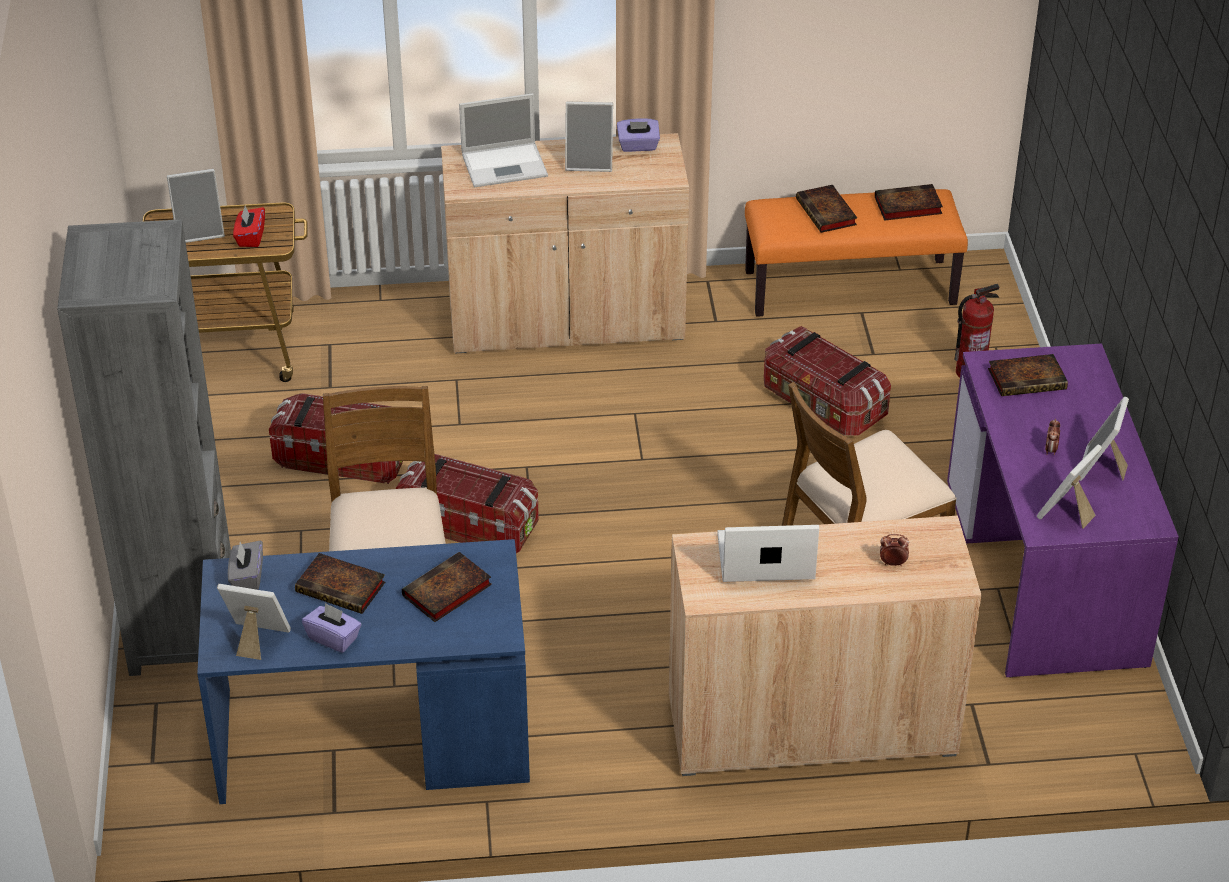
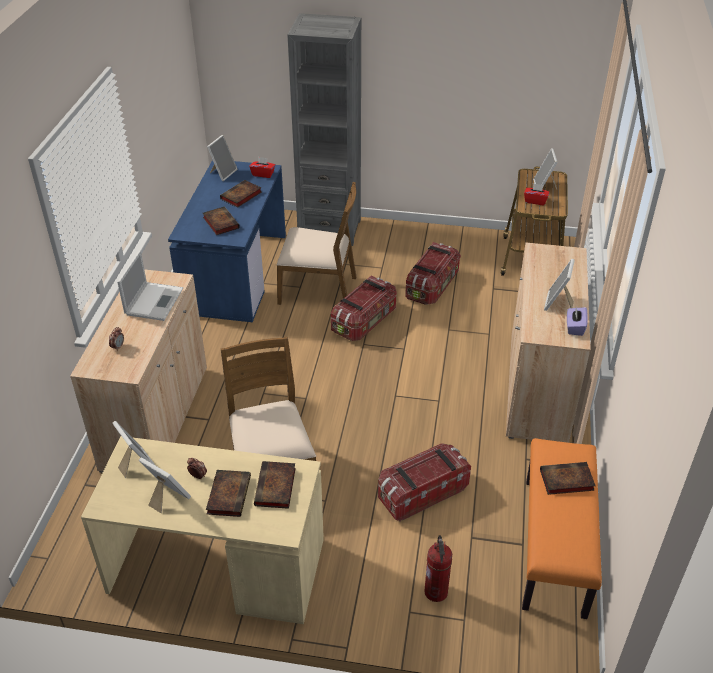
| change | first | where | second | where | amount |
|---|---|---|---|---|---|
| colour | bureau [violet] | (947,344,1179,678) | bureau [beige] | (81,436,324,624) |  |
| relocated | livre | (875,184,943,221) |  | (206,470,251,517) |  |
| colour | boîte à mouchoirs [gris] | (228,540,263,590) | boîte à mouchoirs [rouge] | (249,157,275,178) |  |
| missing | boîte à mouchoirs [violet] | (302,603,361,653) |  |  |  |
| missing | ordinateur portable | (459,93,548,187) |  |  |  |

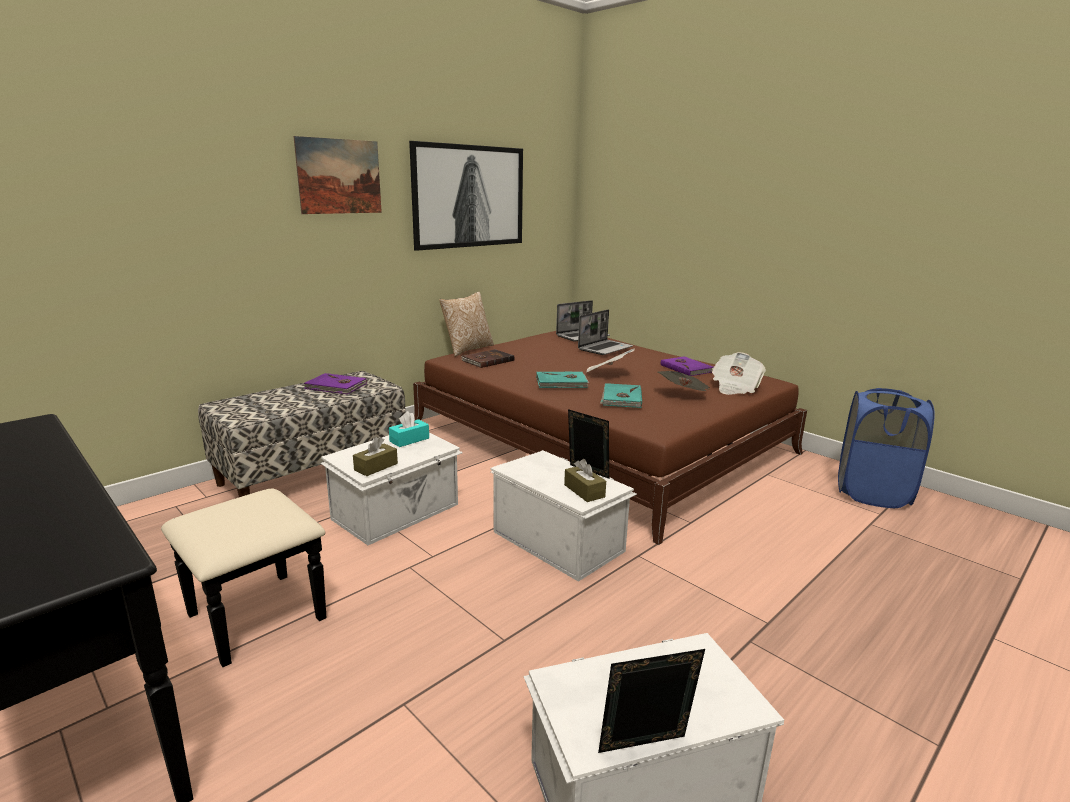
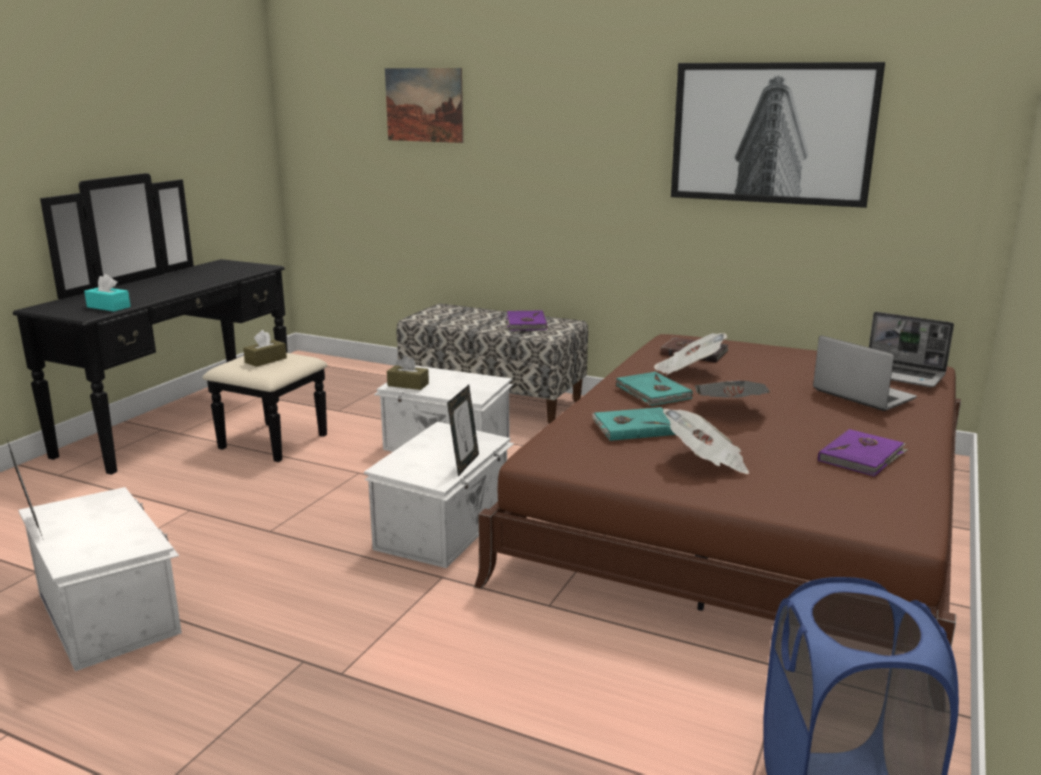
| change | first | where | second | where | amount |
|---|---|---|---|---|---|
| relocated | boîte à mouchoirs [turquoise] | (389,411,429,447) |  | (84,274,131,312) |  |
| relocated | boîte à mouchoirs [marron] | (564,459,606,502) |  | (243,330,287,367) |  |
| relocated | tableau | (293,136,382,214) |  | (385,68,463,143) |  |
| relocated | journal | (711,352,766,395) |  | (654,333,727,375) |  |
| spun | ordinateur portable | (578,310,633,355) |  | (813,336,917,411) | 150 degrees counterclockwise |
| missing | coussin | (439,292,494,357) |  |  |  |

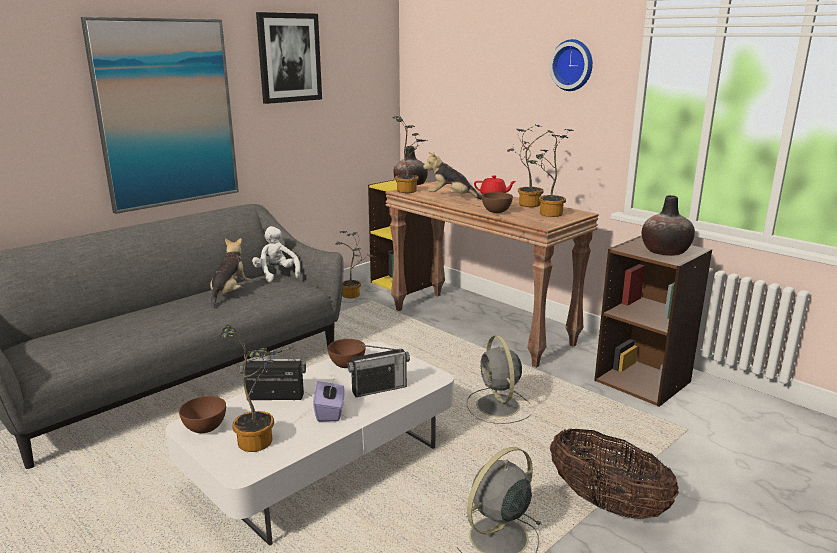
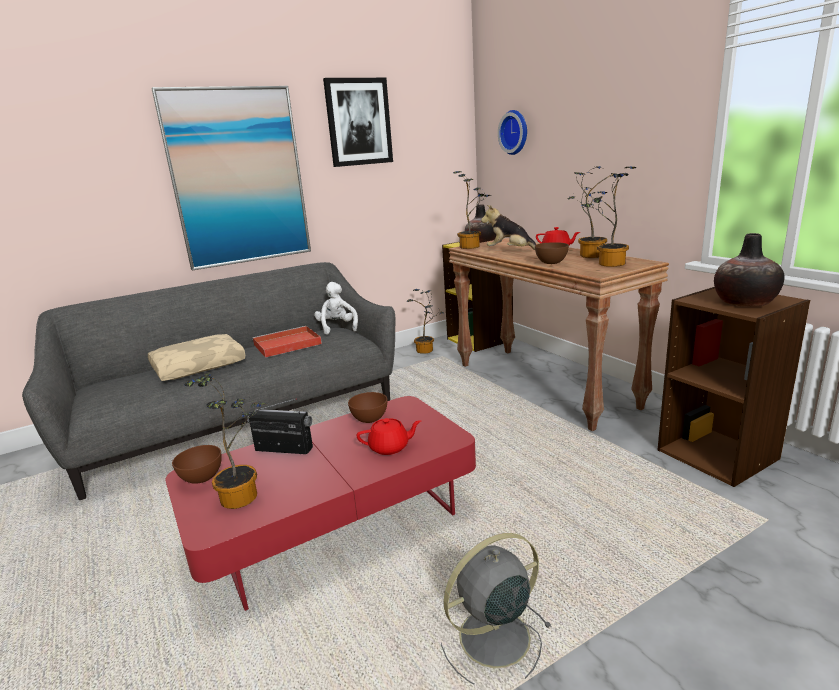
| change | first | where | second | where | amount |
|---|---|---|---|---|---|
| appeared |  |  | coussin [beige] | (148,334,245,381) |  |
| colour | table basse [blanc] | (165,341,454,546) | table basse [rouge] | (166,396,476,611) |  |
| exchanged | peluche | (210,238,251,307) | plateau [rouge] | (253,326,322,358) |  |
| exchanged | radio | (348,344,410,397) | théière [rouge] | (356,418,421,455) |  |
| relocated | horloge murale | (549,39,593,91) |  | (498,110,527,155) |  |
| missing | boîte à mouchoirs [violet] | (313,380,345,422) |  |  |  |
| missing | ventilateur [gris] | (467,335,532,424) |  |  |  |
| missing | panier | (550,429,679,519) |  |  |  |

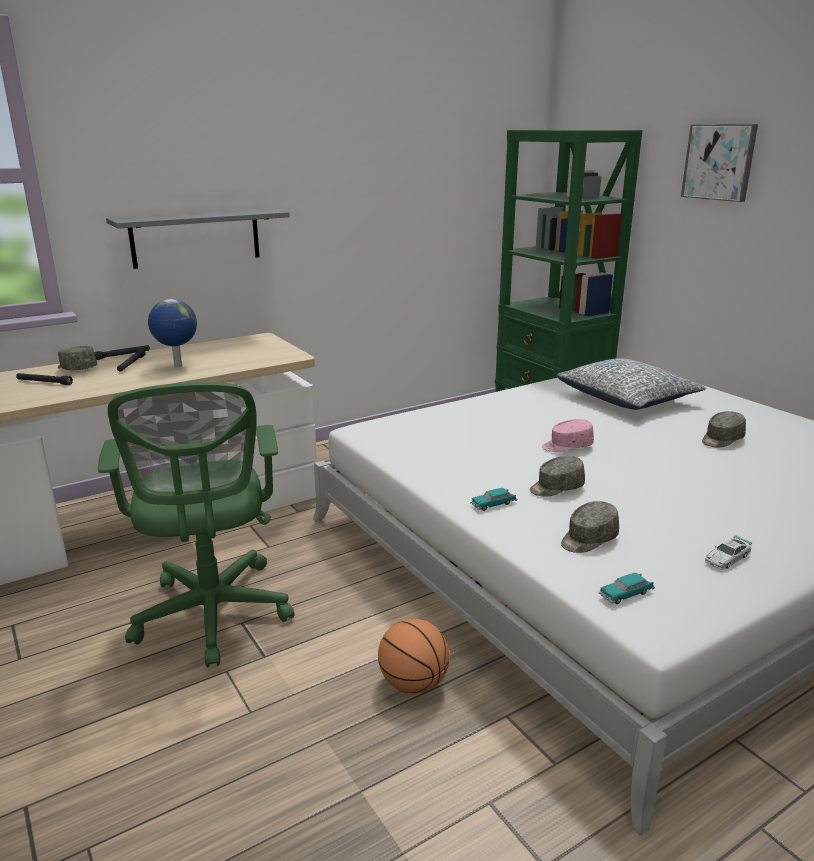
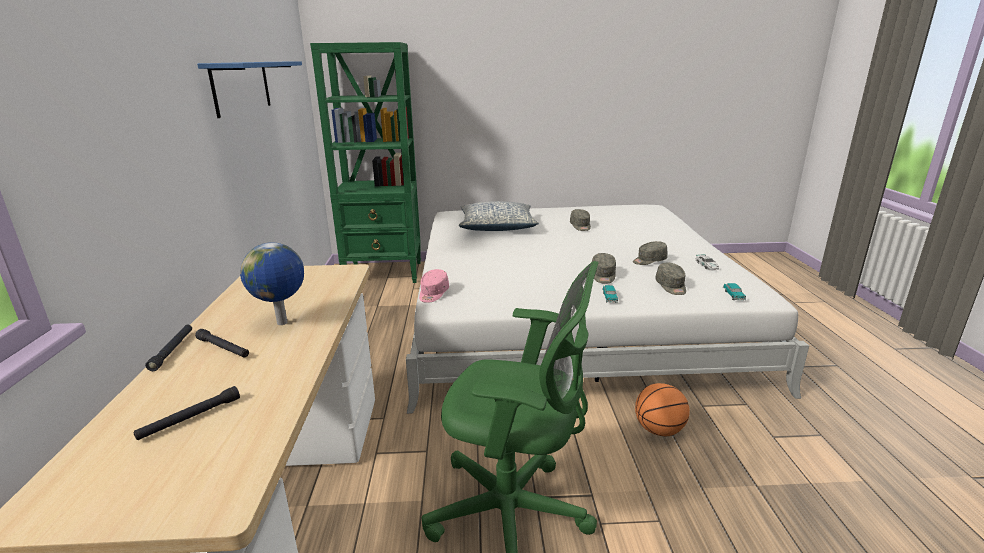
| change | first | where | second | where | amount |
|---|---|---|---|---|---|
| appeared |  |  | étagère [bleu] | (197,61,302,118) |  |
| relocated | casquette [rose] | (542,419,594,452) |  | (419,269,449,303) |  |
| relocated | casquette [gris] | (58,346,97,370) |  | (633,241,668,265) |  |
| missing | étagère [gris] | (106,208,290,269) |  |  |  |
| missing | tableau | (681,124,758,202) |  |  |  |

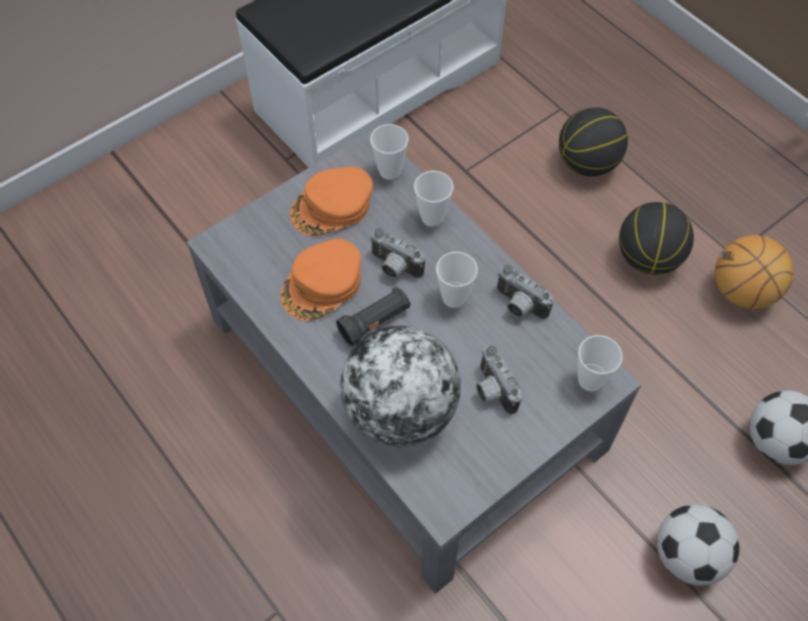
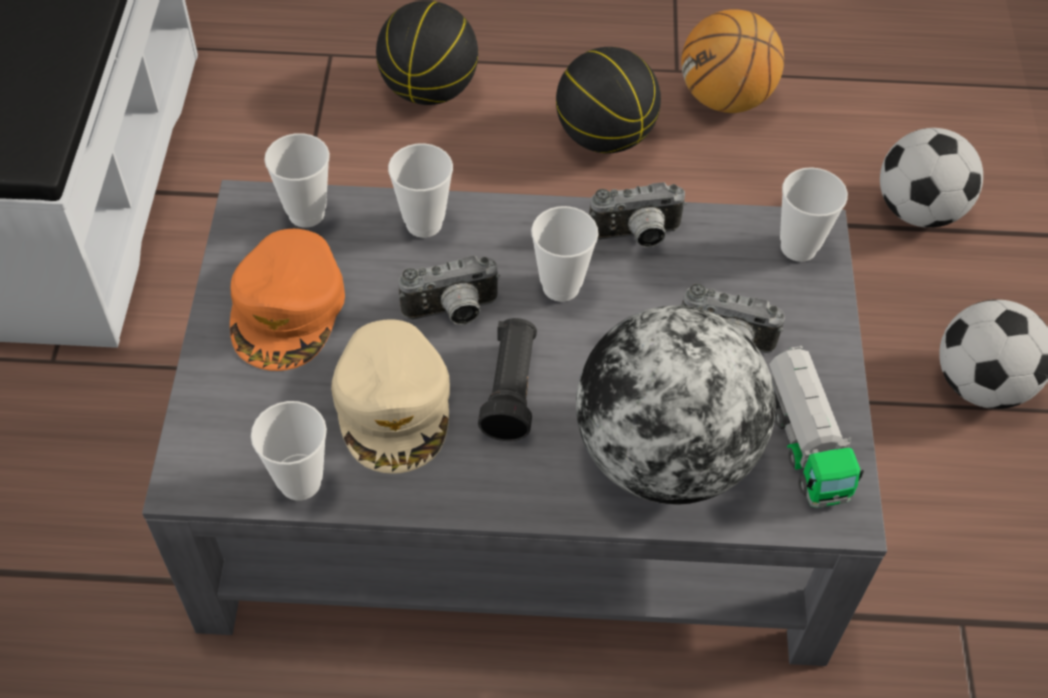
| change | first | where | second | where | amount |
|---|---|---|---|---|---|
| appeared |  |  | tasse | (251,401,327,501) |  |
| colour | casquette [orange] | (280,238,361,321) | casquette [beige] | (331,319,450,474) |  |
| appeared |  |  | camion jouet | (769,346,864,508) |  |

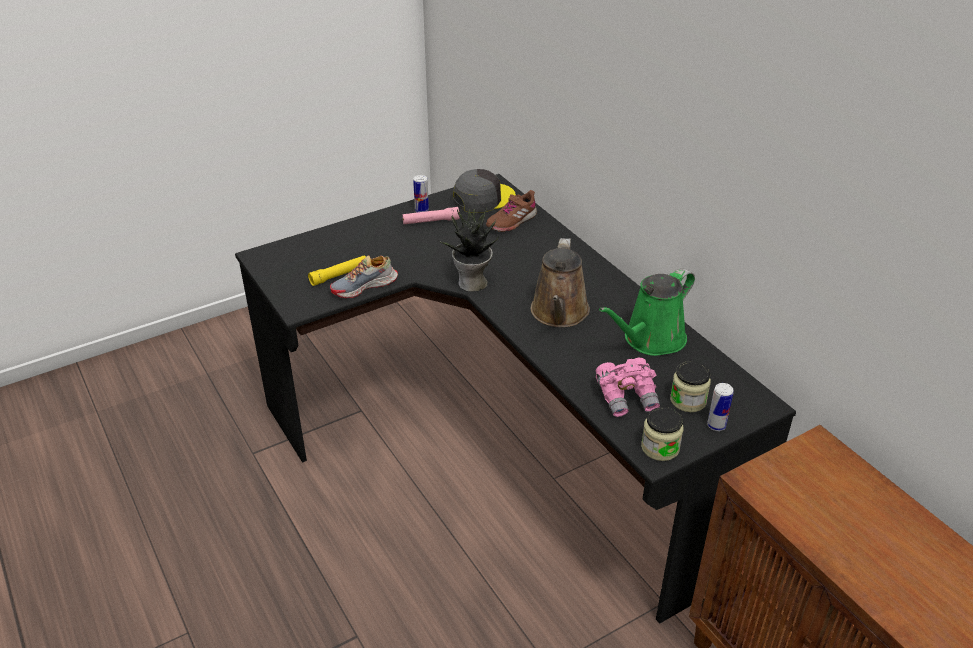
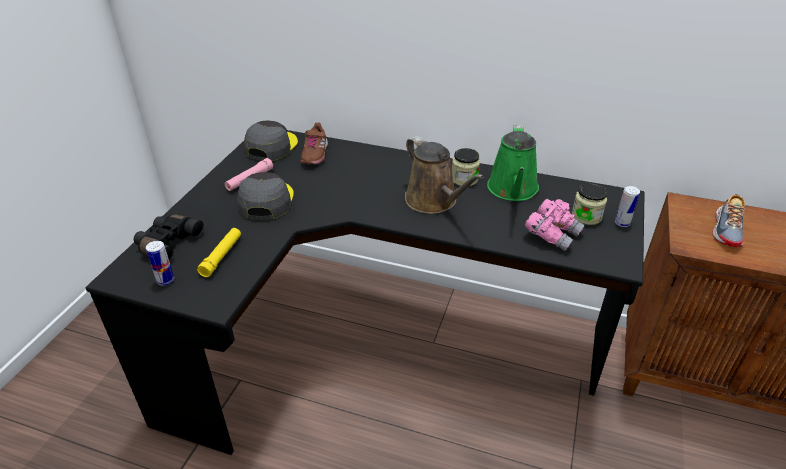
| change | first | where | second | where | amount |
|---|---|---|---|---|---|
| appeared |  |  | jumelles [noir] | (134,214,204,262) |  |
| relocated | boîte métallique | (413,175,429,212) |  | (146,241,174,286) |  |
| appeared |  |  | casquette [gris] | (237,172,294,220) |  |
| relocated | bocal | (641,407,683,461) |  | (452,148,480,186) |  |
| relocated | chaussure | (330,255,398,298) |  | (712,194,745,247) |  |
| missing | plante en pot | (439,208,499,292) |  |  |  |

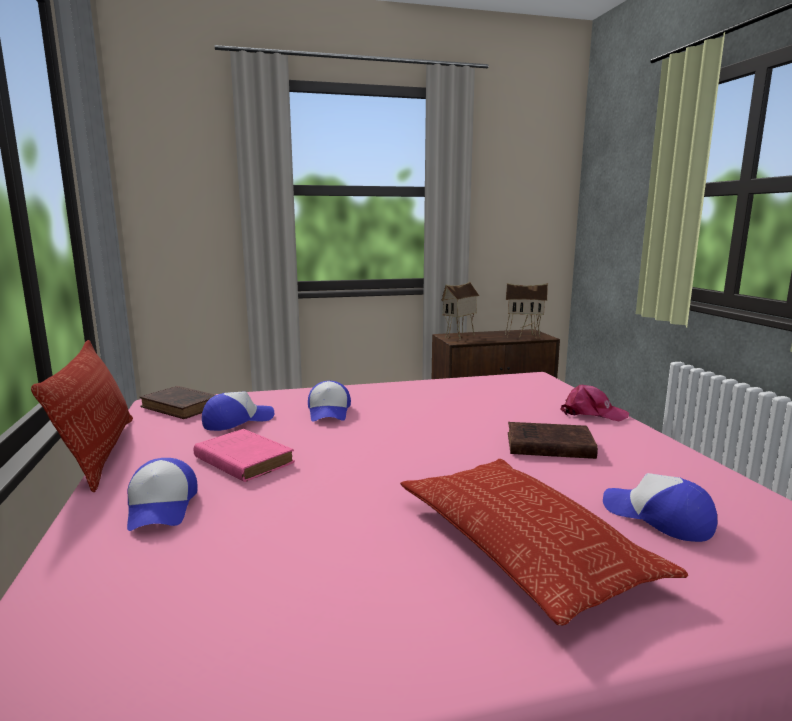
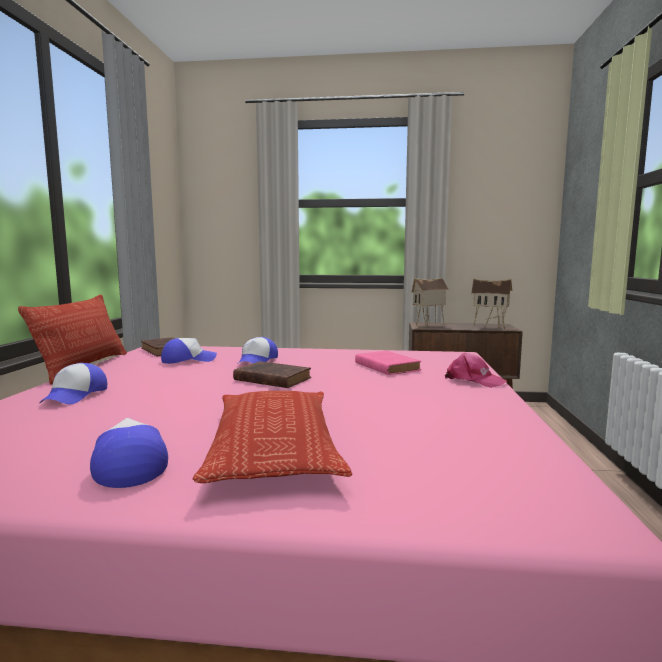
| change | first | where | second | where | amount |
|---|---|---|---|---|---|
| relocated | casquette | (603,473,718,542) |  | (90,418,168,488) |  |
| relocated | livre [marron] | (508,422,598,459) |  | (233,361,311,388) |  |
| relocated | livre [rose] | (194,429,295,482) |  | (355,351,421,375) |  |

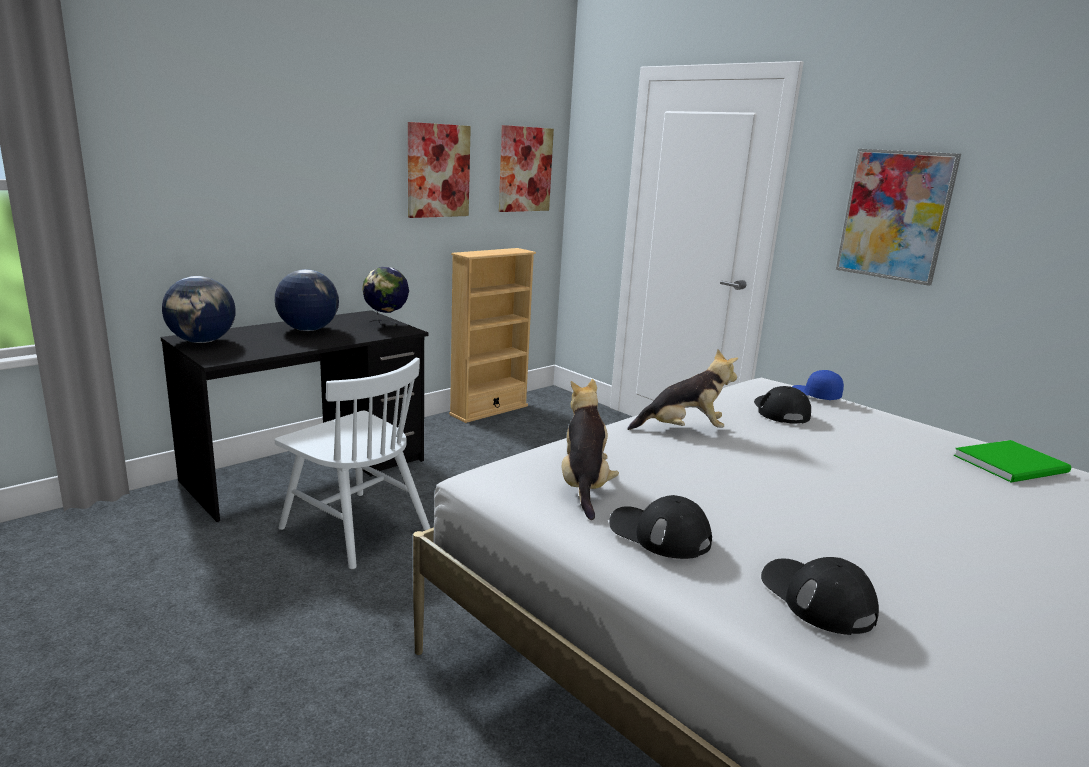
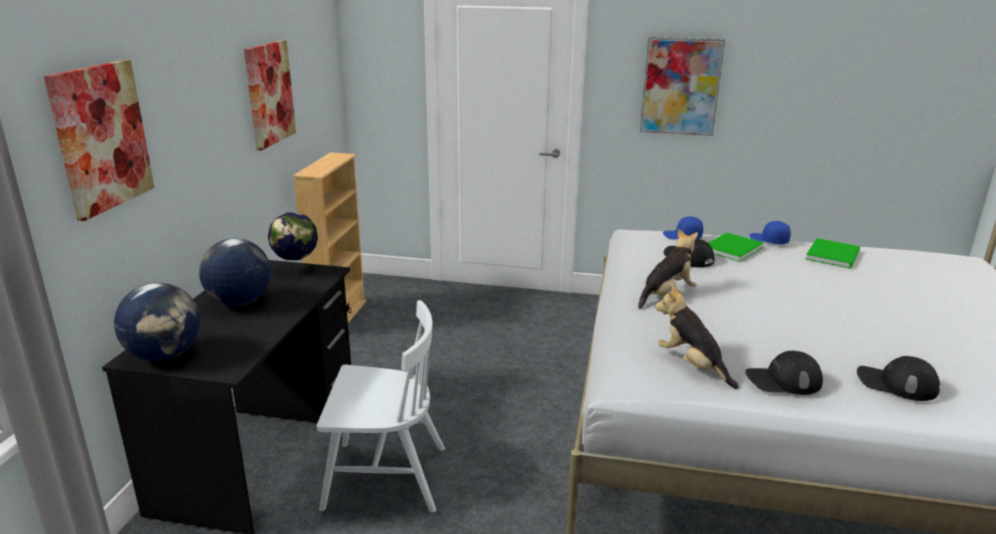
| change | first | where | second | where | amount |
|---|---|---|---|---|---|
| relocated | tableau | (499,125,554,212) |  | (44,60,155,221) |  |
| appeared |  |  | livre [vert] | (708,233,764,262) |  |
| appeared |  |  | casquette [bleu] | (749,221,791,244) |  |

